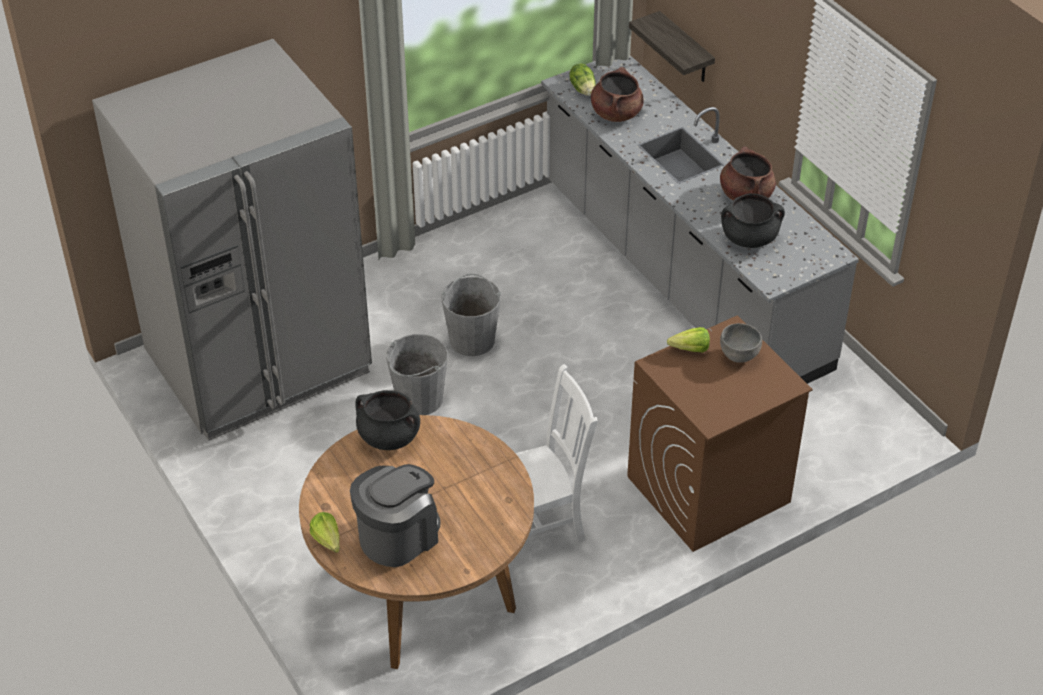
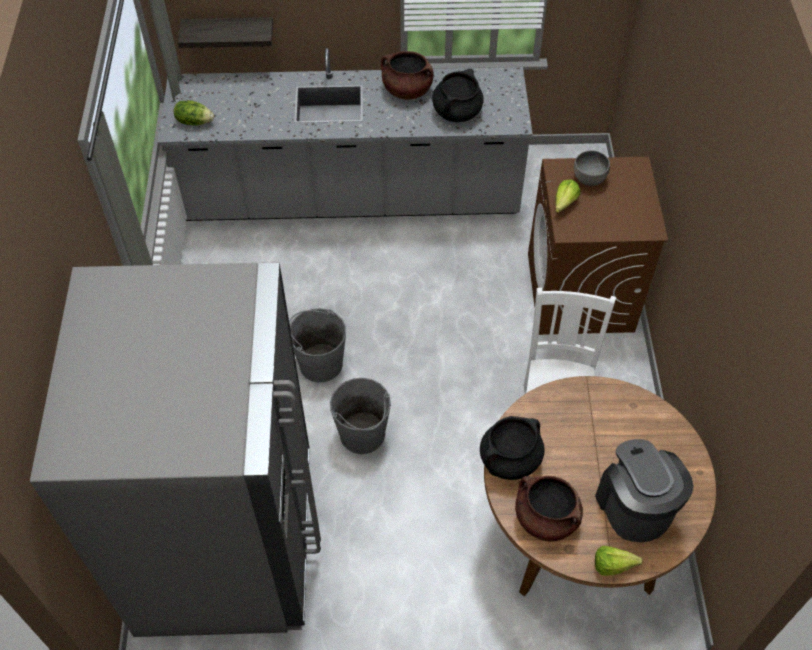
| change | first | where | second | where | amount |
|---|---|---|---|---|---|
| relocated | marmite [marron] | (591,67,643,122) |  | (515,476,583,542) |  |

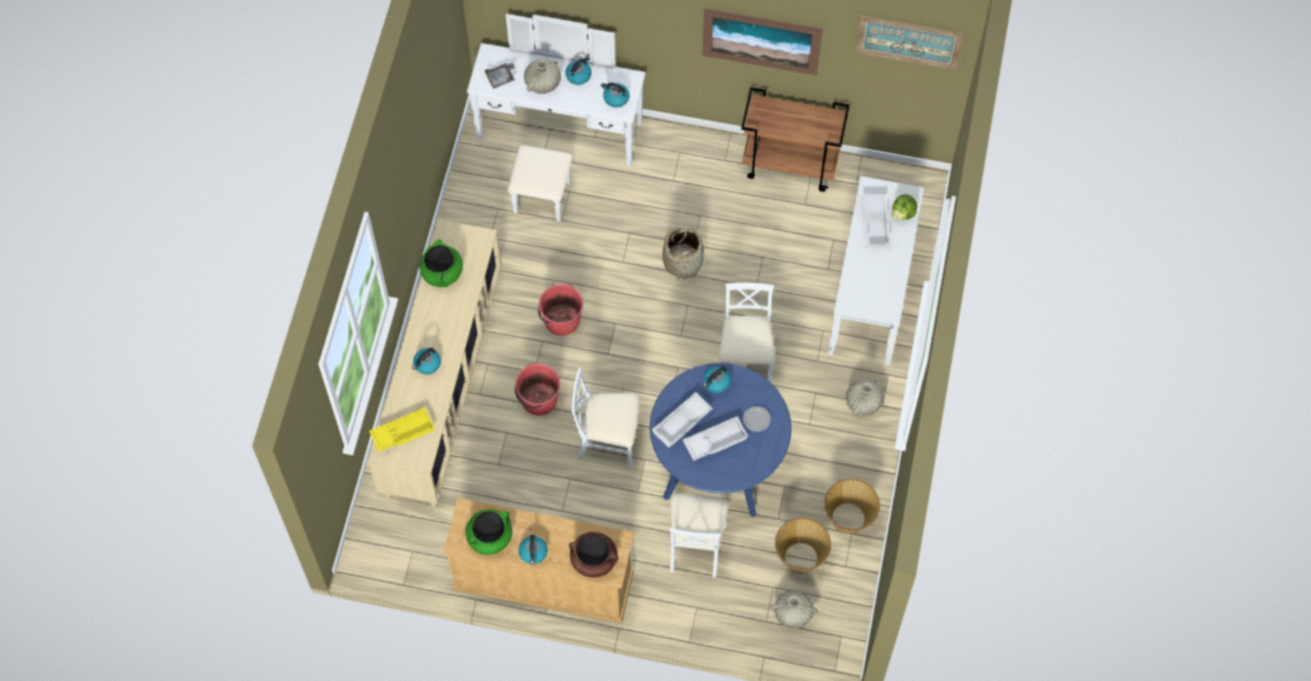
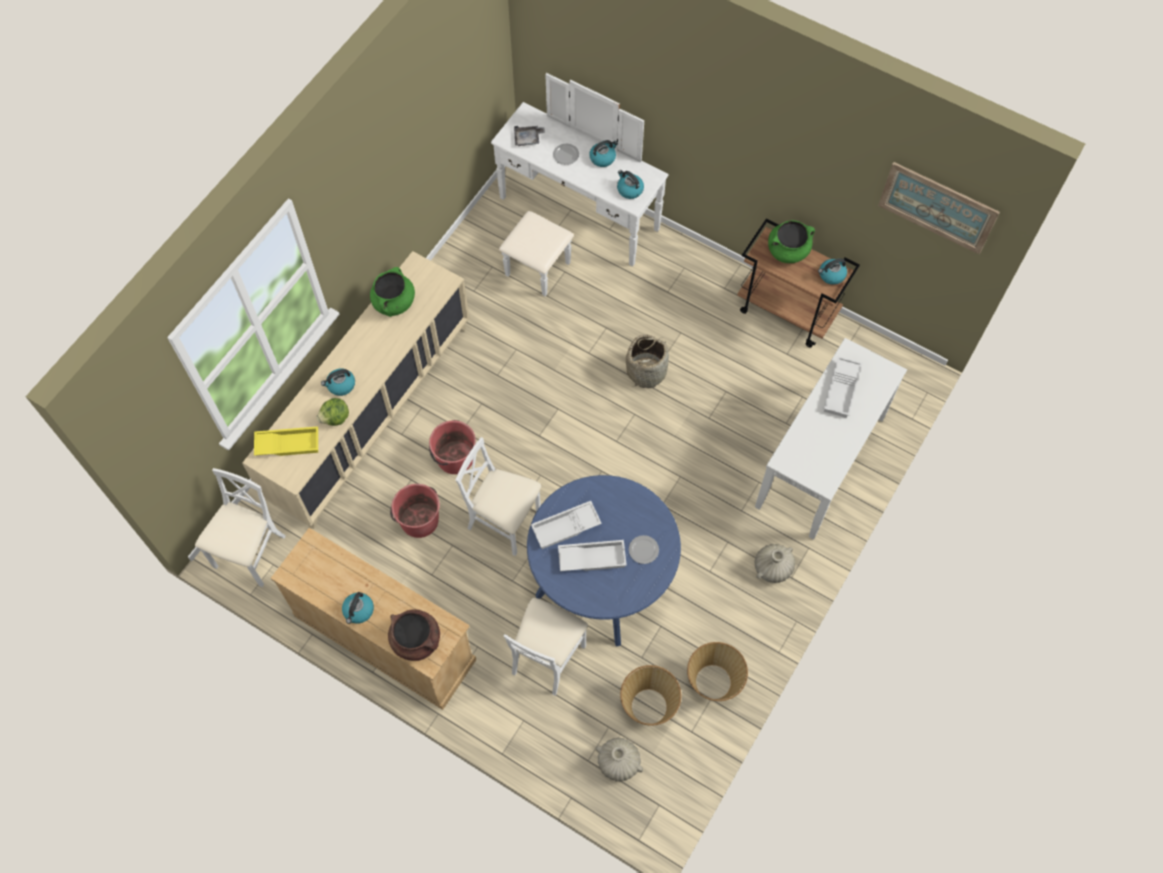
| change | first | where | second | where | amount |
|---|---|---|---|---|---|
| relocated | chaise [blanc] | (719,283,776,383) |  | (195,468,285,587) |  |
| relocated | laitue | (892,194,918,221) |  | (317,398,349,426) |  |
| relocated | seau [rouge] | (538,284,583,336) |  | (390,484,440,538) |  |
| exchanged | vase [beige] | (524,59,561,94) | assiette | (553,144,579,165) |  |
| relocated | marmite [vert] | (465,509,512,555) |  | (768,220,815,263) |  |
| relocated | bouilloire | (703,366,731,393) |  | (818,258,847,285) |  |
| missing | tableau | (702,8,822,76) |  |  |  |

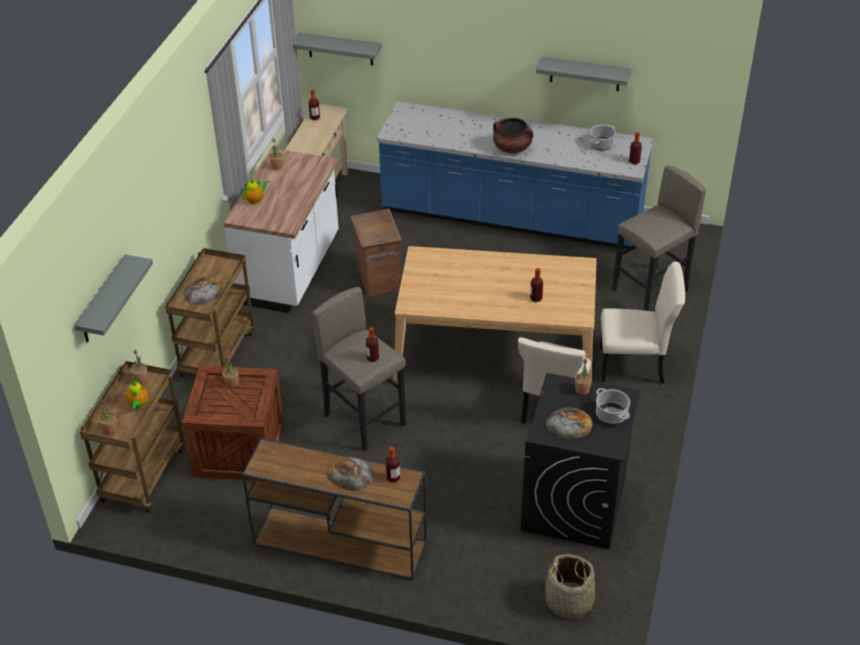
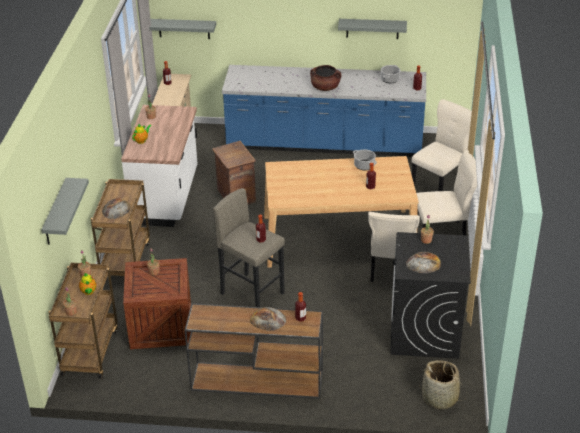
| change | first | where | second | where | amount |
|---|---|---|---|---|---|
| relocated | marmite | (596,388,630,424) |  | (353,149,377,170) |  |
| exchanged | tabouret [gris] | (612,165,706,311) | chaise [beige] | (411,99,472,191) |  |

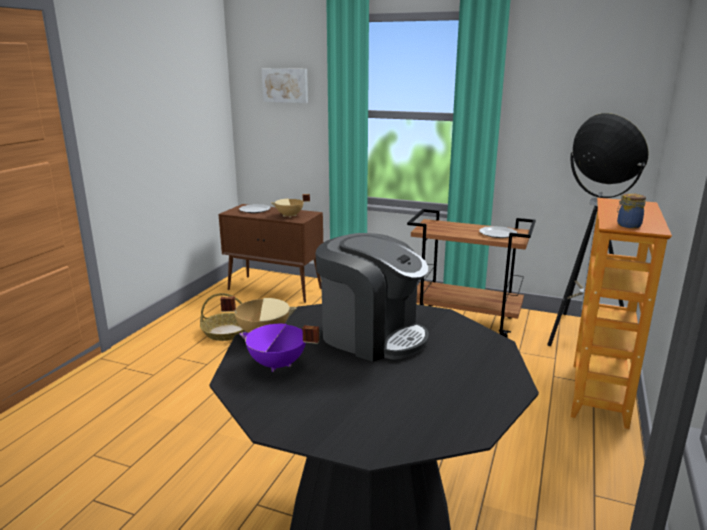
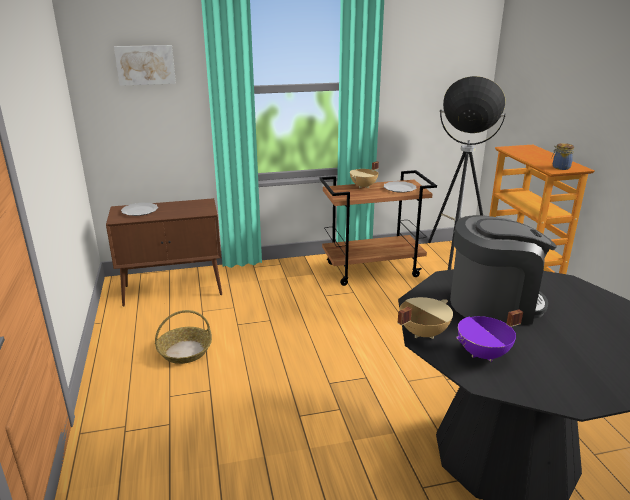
| change | first | where | second | where | amount |
|---|---|---|---|---|---|
| relocated | marmite [beige] | (271,194,310,218) |  | (350,161,379,188) |  |

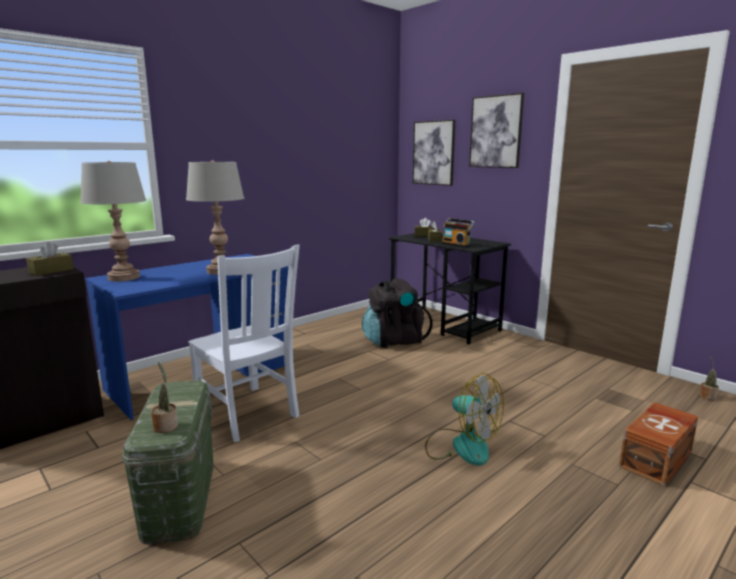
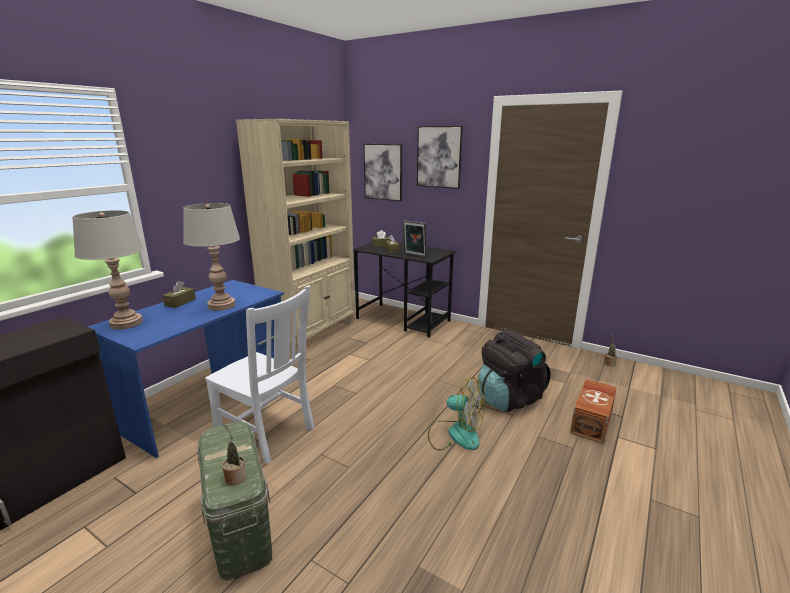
| change | first | where | second | where | amount |
|---|---|---|---|---|---|
| relocated | boîte à mouchoirs [marron] | (26,242,74,276) |  | (162,281,196,308) |  |
| appeared |  |  | bibliothèque [beige] | (236,119,355,355) |  |
| exchanged | radio | (442,218,475,248) | cadre photo | (402,221,427,257) |  |
| relocated | sac à dos [noir] | (362,278,433,348) |  | (478,330,551,412) |  |

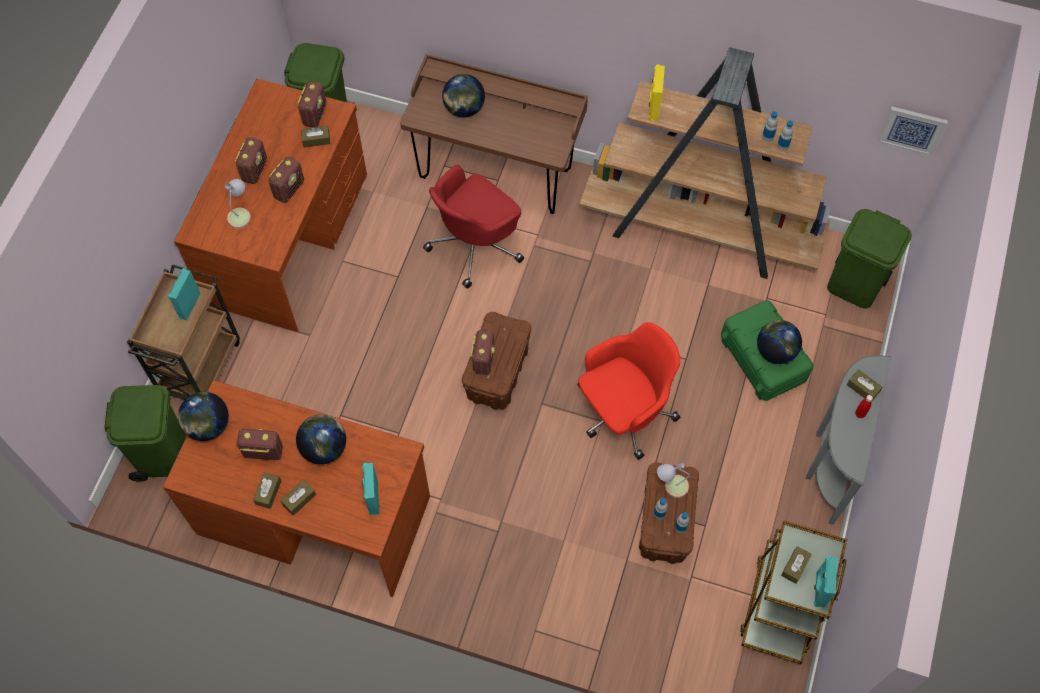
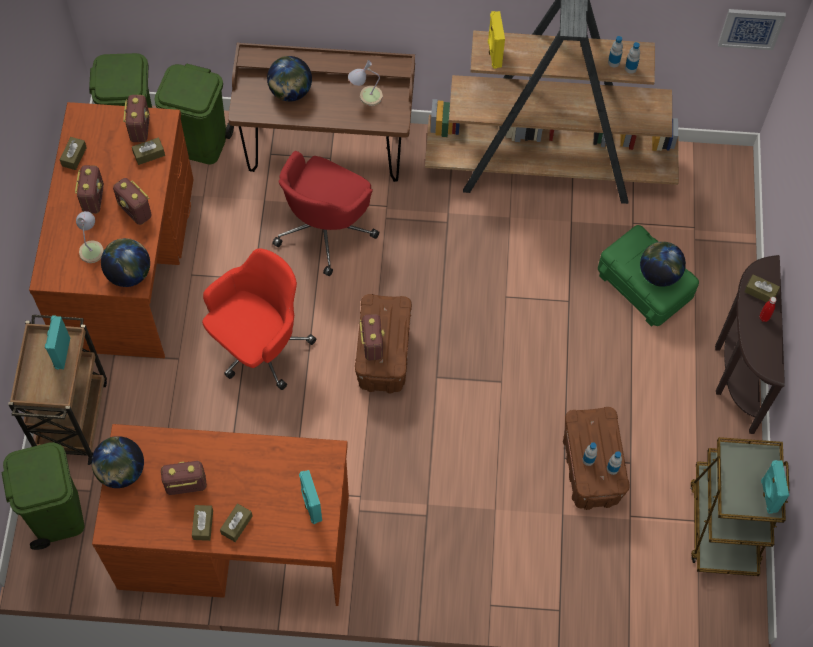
| change | first | where | second | where | amount |
|---|---|---|---|---|---|
| relocated | boîte à mouchoirs [marron] | (781,546,812,584) |  | (60,137,87,170) |  |
| relocated | globe | (296,414,346,464) |  | (101,238,150,287) |  |
| spun | radio | (268,157,304,203) |  | (113,178,152,225) | 120 degrees clockwise |
| relocated | poubelle [vert] | (827,209,912,308) |  | (154,64,234,164) |  |
| relocated | chaise de bureau [rouge] | (577,322,680,460) |  | (202,248,316,390) |  |
| relocated | lampe de table | (657,462,690,498) |  | (348,60,383,106) |  |
| colour | table console [gris] | (806,356,891,525) | table console [marron] | (715,255,785,434) |  |

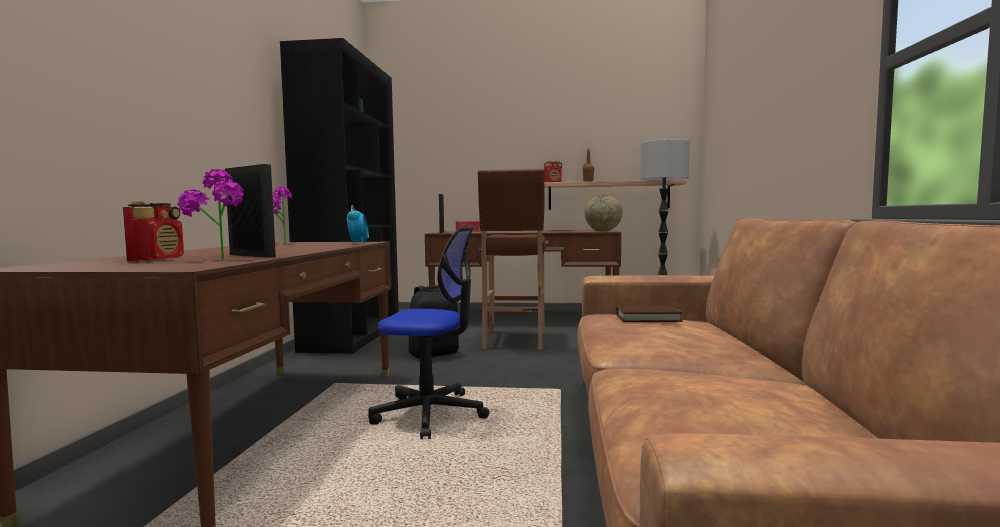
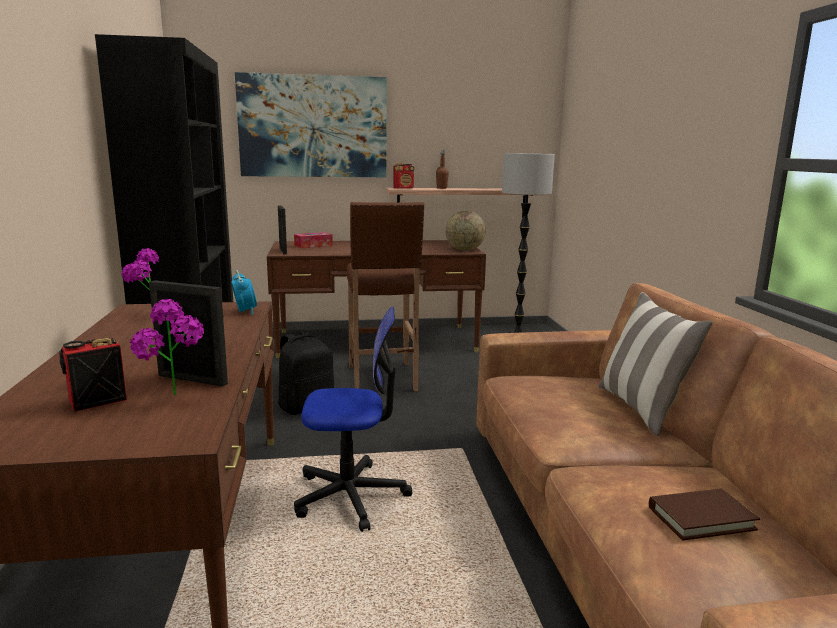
| change | first | where | second | where | amount |
|---|---|---|---|---|---|
| spun | radio | (123,200,184,261) |  | (59,338,127,412) | 120 degrees counterclockwise |
| appeared |  |  | tableau | (235,72,386,177) |  |
| appeared |  |  | coussin | (598,292,713,436) |  |
| relocated | livre [marron] | (616,306,683,322) |  | (649,489,760,540) |  |

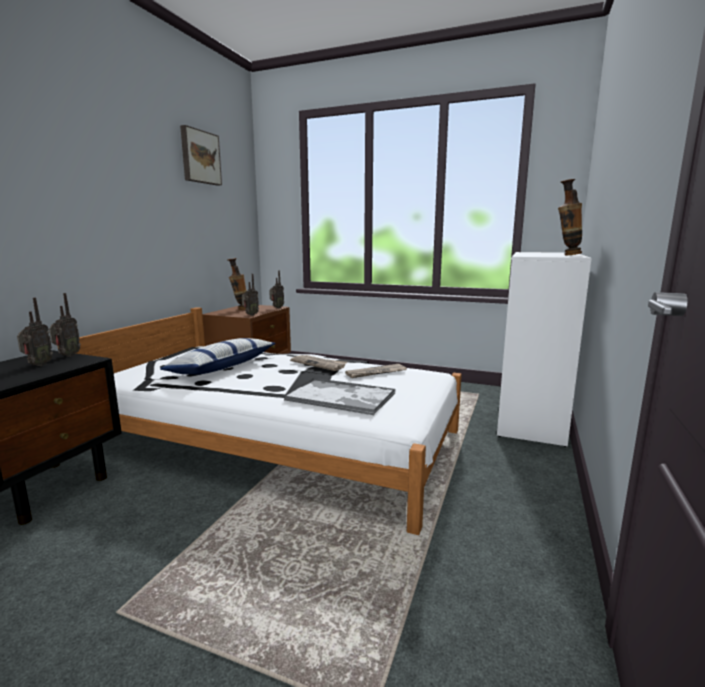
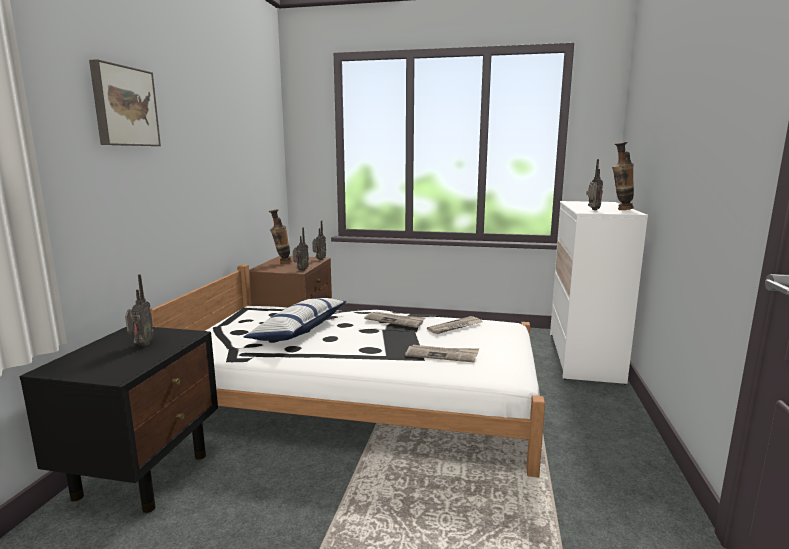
| change | first | where | second | where | amount |
|---|---|---|---|---|---|
| relocated | tableau | (180,125,222,186) |  | (89,59,161,146) |  |
| exchanged | plateau | (284,378,396,415) | journal | (405,345,479,363) |  |
| relocated | radio | (49,293,81,357) |  | (586,159,603,210) |  |

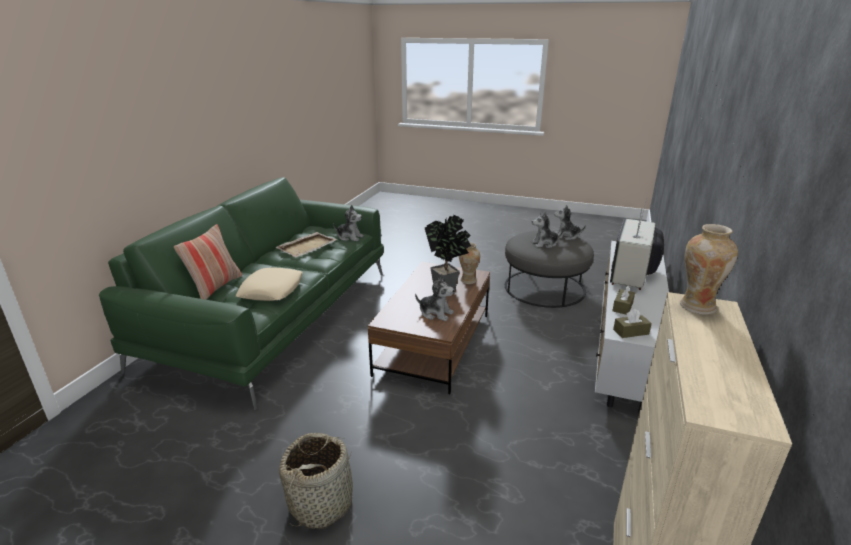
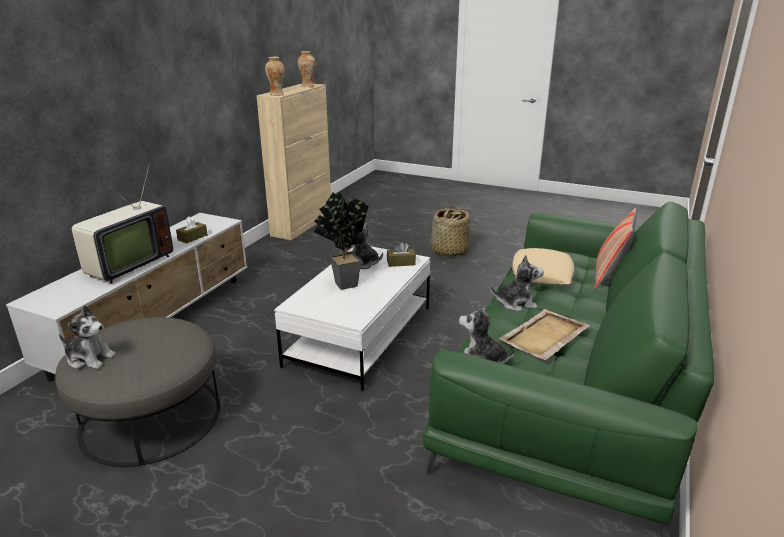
| change | first | where | second | where | amount |
|---|---|---|---|---|---|
| colour | table basse [marron] | (368,262,490,394) | table basse [blanc] | (274,246,430,391) |  |
| relocated | vase | (459,243,480,284) |  | (297,51,315,87) |  |
| relocated | boîte à mouchoirs [marron] | (613,309,652,338) |  | (387,242,416,267) |  |
| relocated | peluche | (531,212,563,248) |  | (491,255,544,311) |  |

